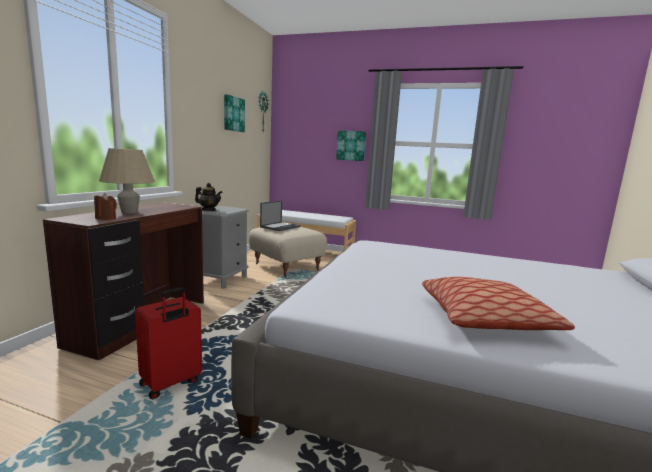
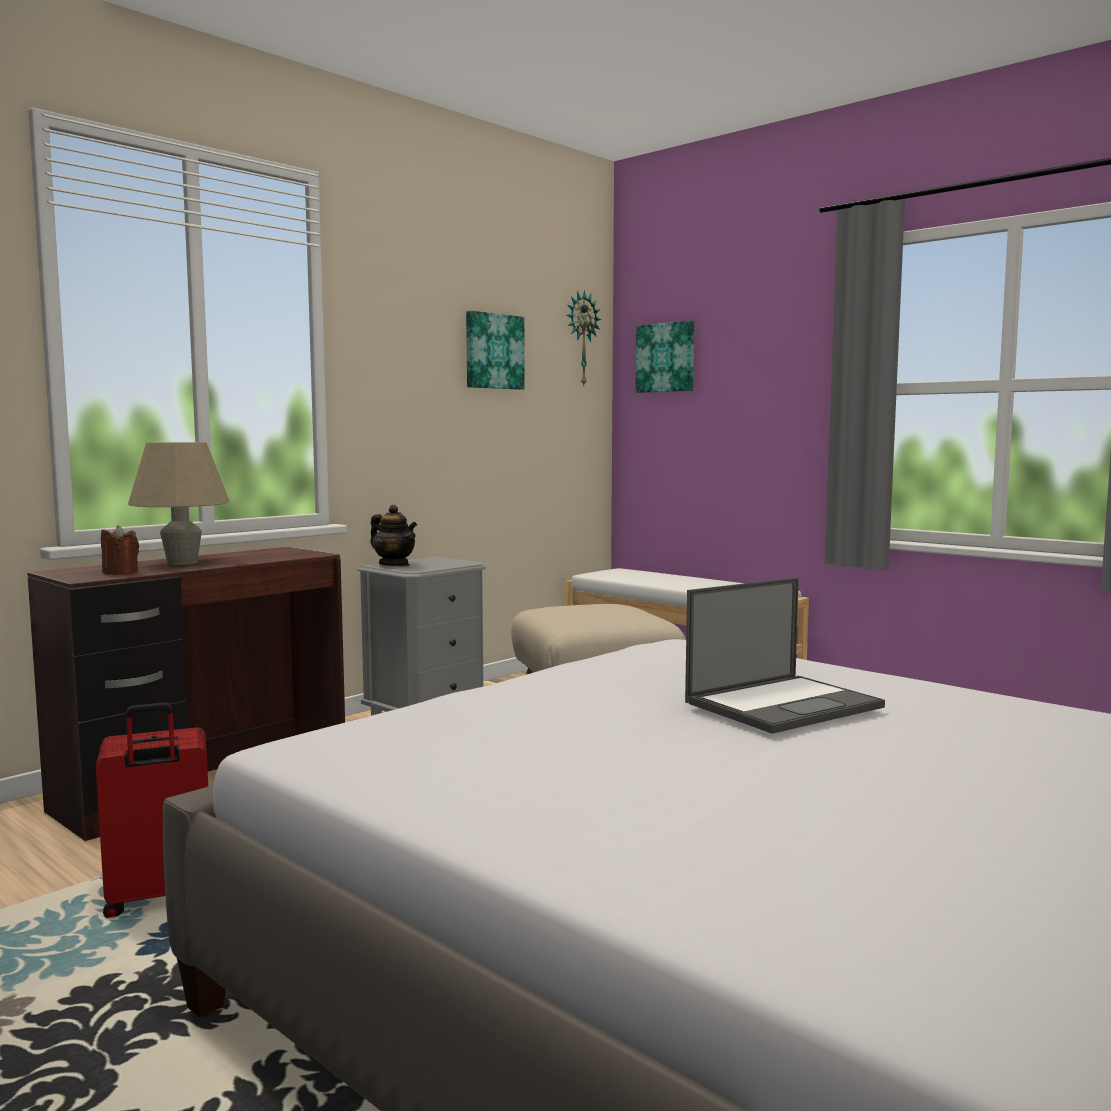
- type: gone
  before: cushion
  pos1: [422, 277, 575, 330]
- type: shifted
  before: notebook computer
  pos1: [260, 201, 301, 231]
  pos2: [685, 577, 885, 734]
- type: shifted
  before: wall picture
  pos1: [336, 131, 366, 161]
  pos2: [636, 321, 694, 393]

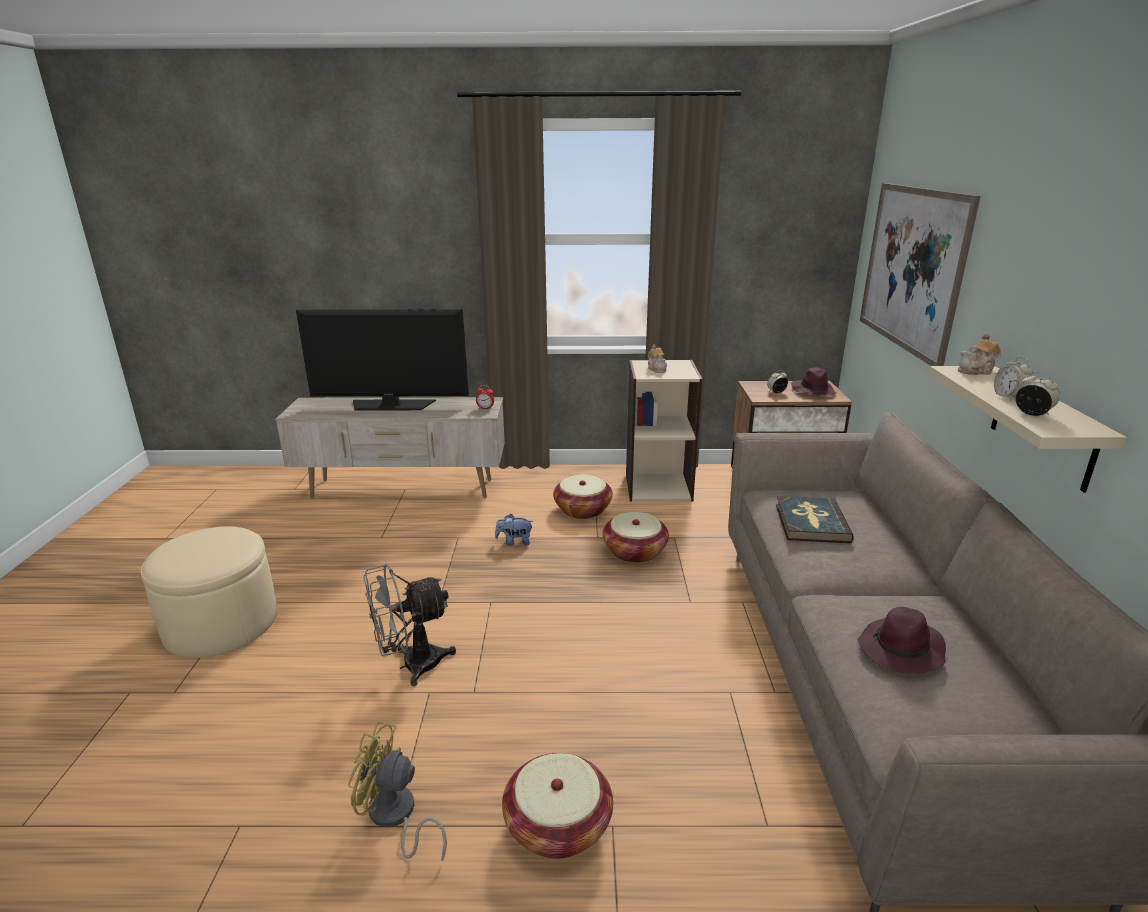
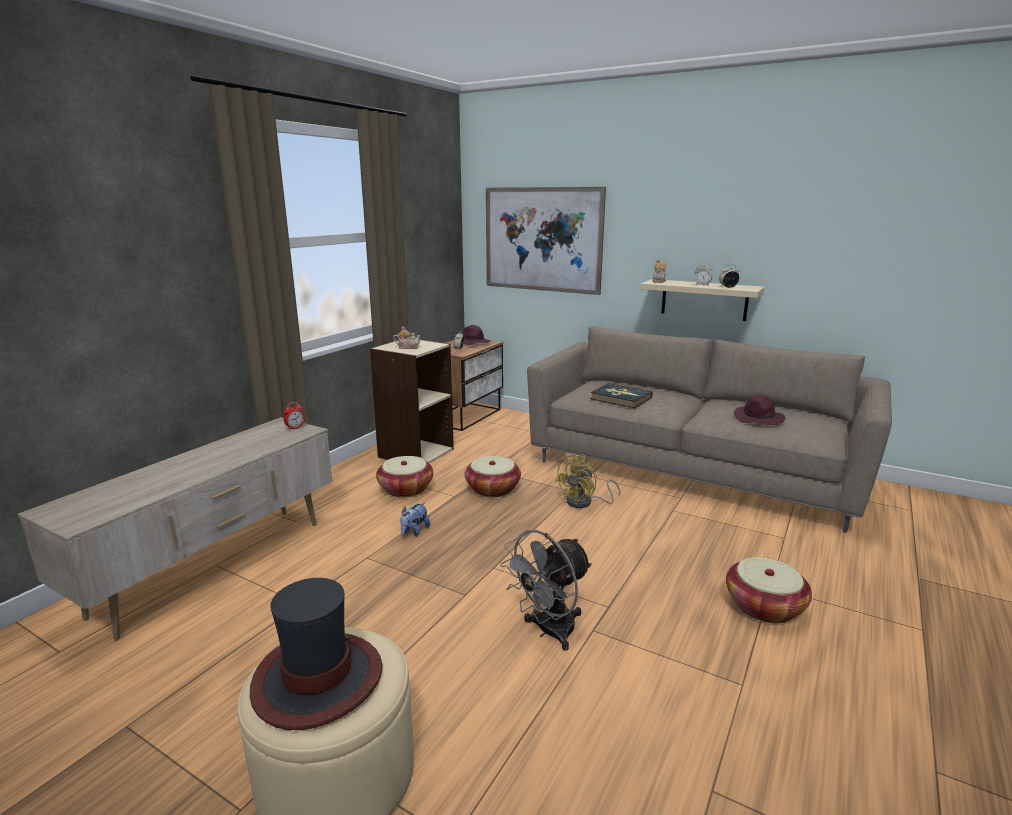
- type: gone
  before: TV
  pos1: [296, 309, 469, 411]
- type: new
  after: wearable hat
  pos2: [250, 578, 383, 730]
- type: shifted
  before: yellow cooling fan
  pos1: [348, 721, 447, 861]
  pos2: [555, 454, 621, 508]
- type: rotated
  before: gray cooling fan
  pos1: [363, 564, 456, 686]
  pos2: [500, 530, 592, 651]
  turn: 45

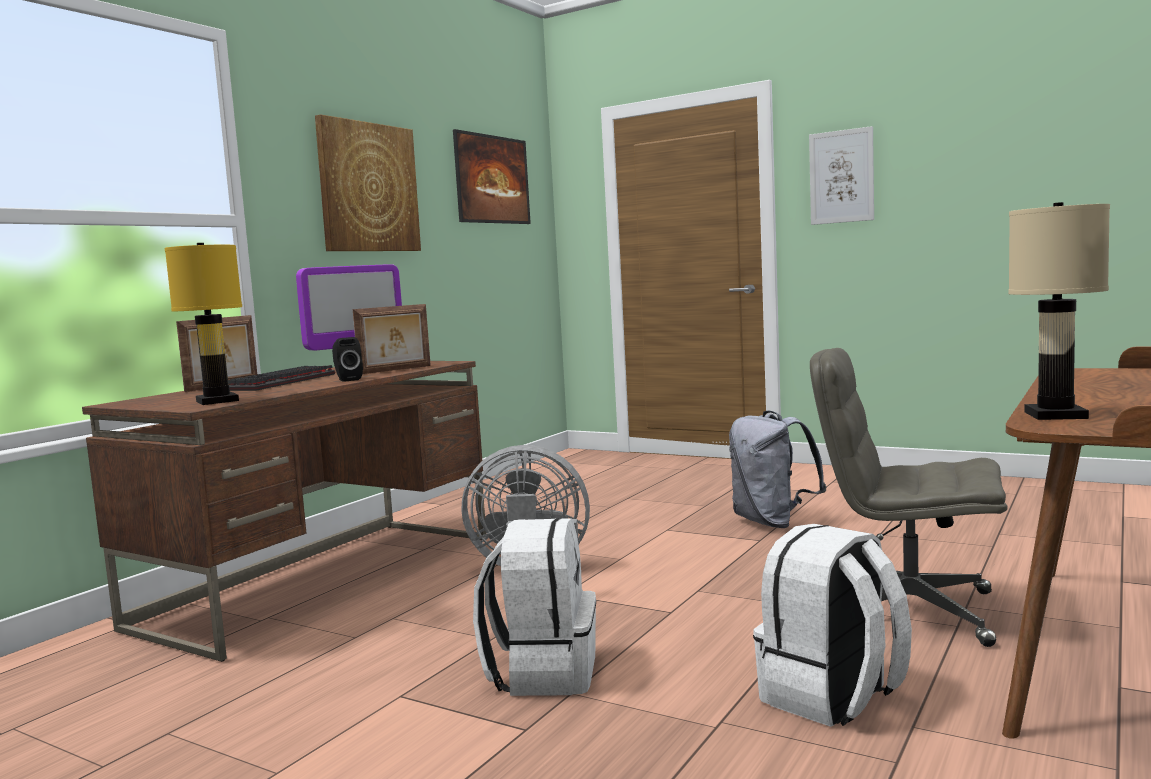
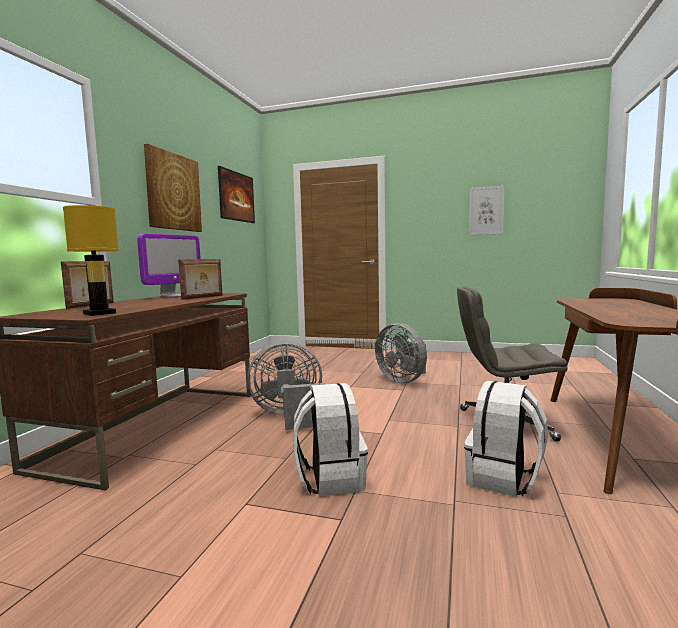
- type: gone
  before: keyboard
  pos1: [228, 365, 335, 391]
- type: gone
  before: black loudspeaker
  pos1: [332, 337, 363, 382]
- type: gone
  before: beige table lamp
  pos1: [1008, 202, 1110, 420]
- type: shifted
  before: wall picture
  pos1: [809, 126, 874, 225]
  pos2: [469, 186, 504, 235]
- type: swapped
  before: gray knapsack
  after: gray cooling fan
  pos1: [729, 411, 826, 528]
  pos2: [375, 323, 427, 383]

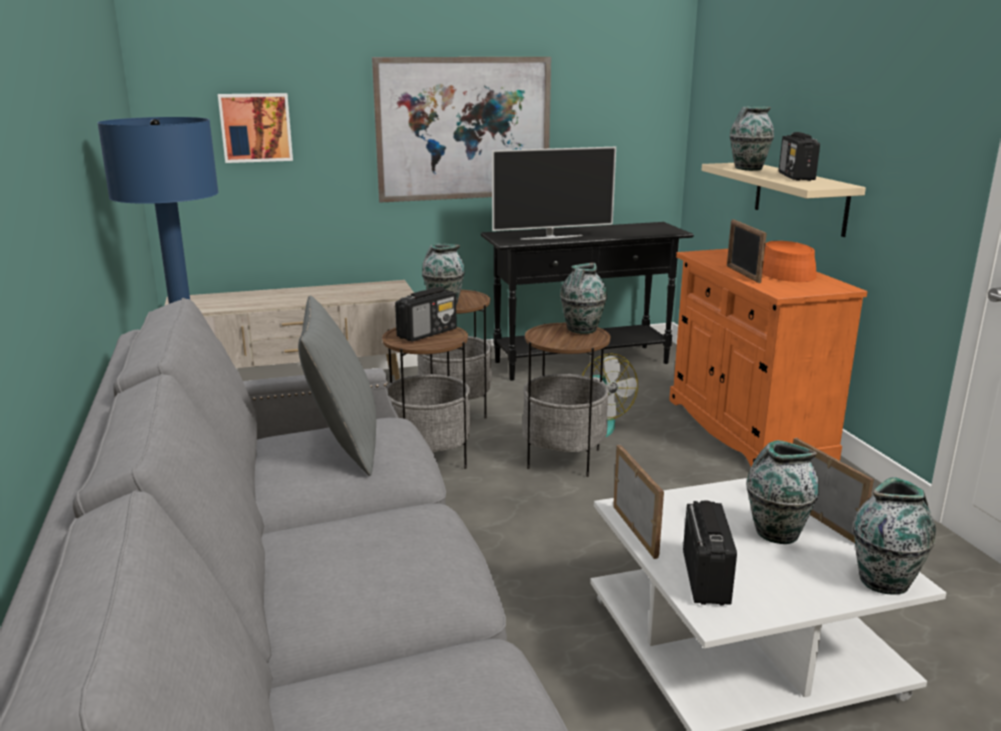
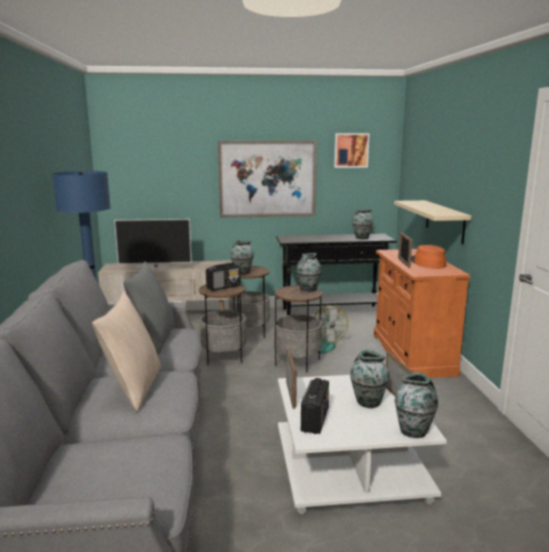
- type: gone
  before: radio set
  pos1: [779, 132, 820, 181]
- type: new
  after: beige cushion
  pos2: [92, 291, 161, 412]
- type: shifted
  before: wall picture
  pos1: [218, 93, 293, 163]
  pos2: [334, 133, 370, 168]
- type: shifted
  before: TV
  pos1: [492, 147, 616, 240]
  pos2: [114, 219, 192, 270]
- type: shifted
  before: flower vase
  pos1: [730, 106, 774, 171]
  pos2: [352, 209, 373, 239]

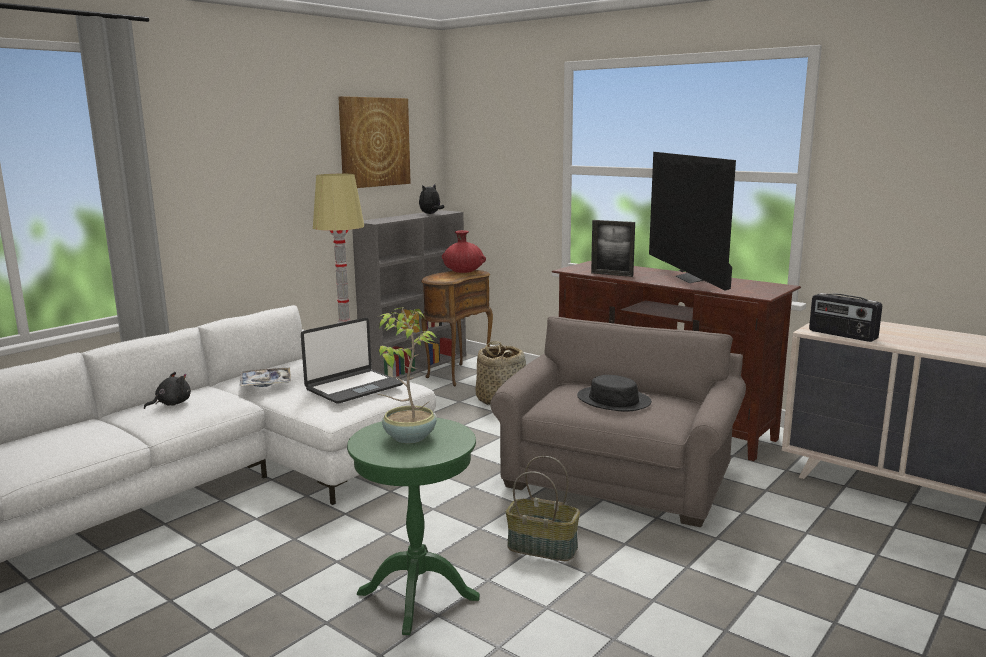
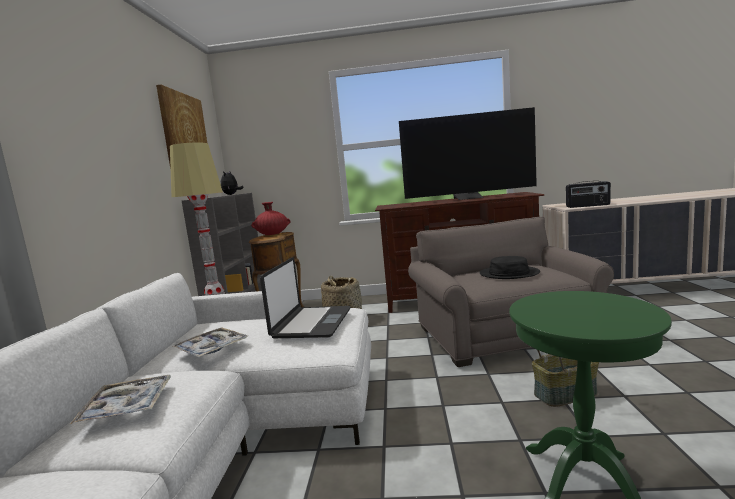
- type: gone
  before: plant in a pot
  pos1: [378, 307, 438, 443]
- type: gone
  before: photo frame
  pos1: [591, 220, 635, 277]
- type: swapped
  before: black soft toy
  after: tray
  pos1: [144, 372, 191, 409]
  pos2: [69, 375, 171, 425]
- type: rotated
  before: TV
  pos1: [649, 152, 736, 291]
  pos2: [399, 107, 537, 200]
  turn: -45

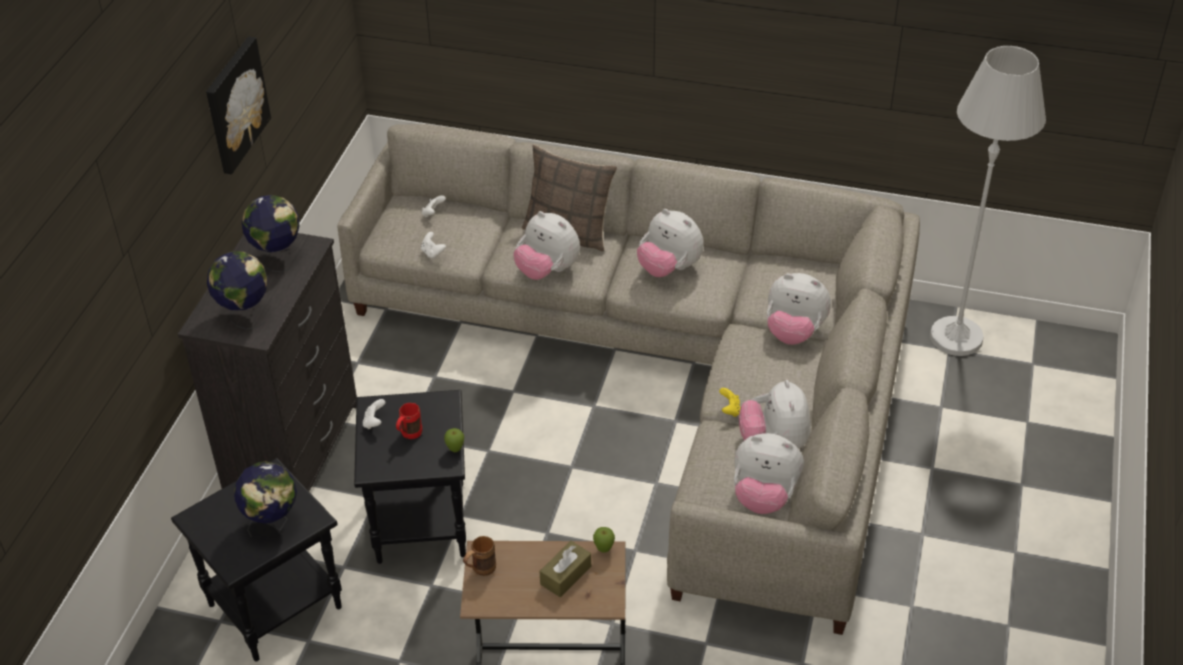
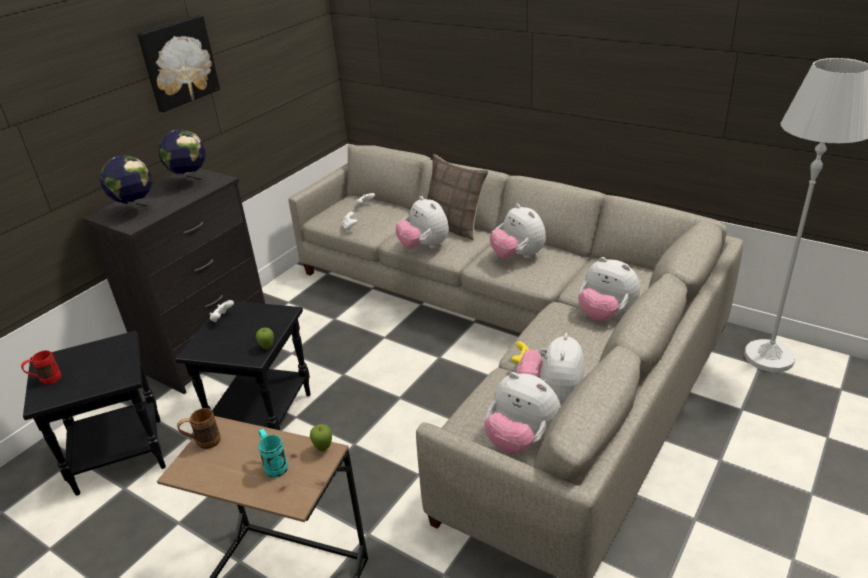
- type: gone
  before: desk globe
  pos1: [234, 462, 297, 537]
- type: shifted
  before: reddish tea mug
  pos1: [396, 403, 422, 439]
  pos2: [21, 350, 61, 385]
- type: swapped
  before: brownish box of tissues
  after: turquoise-coloured tea mug
  pos1: [540, 541, 591, 597]
  pos2: [258, 429, 288, 478]

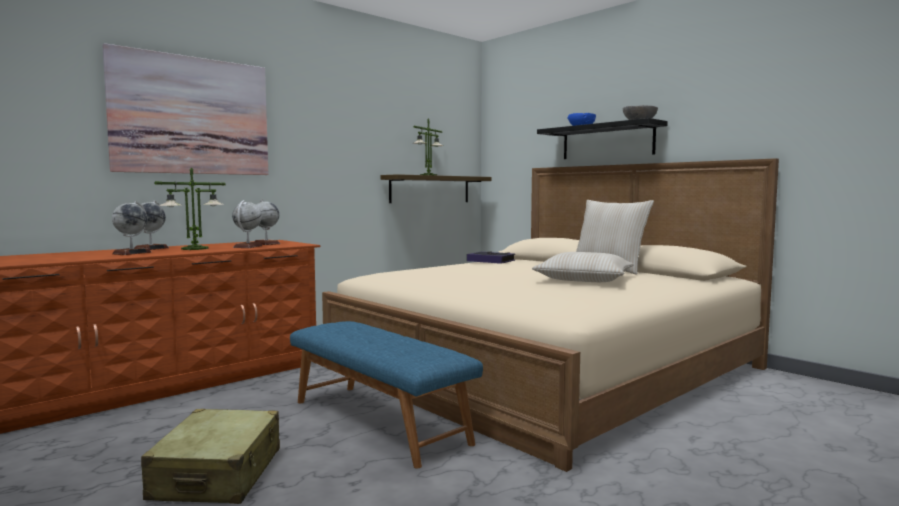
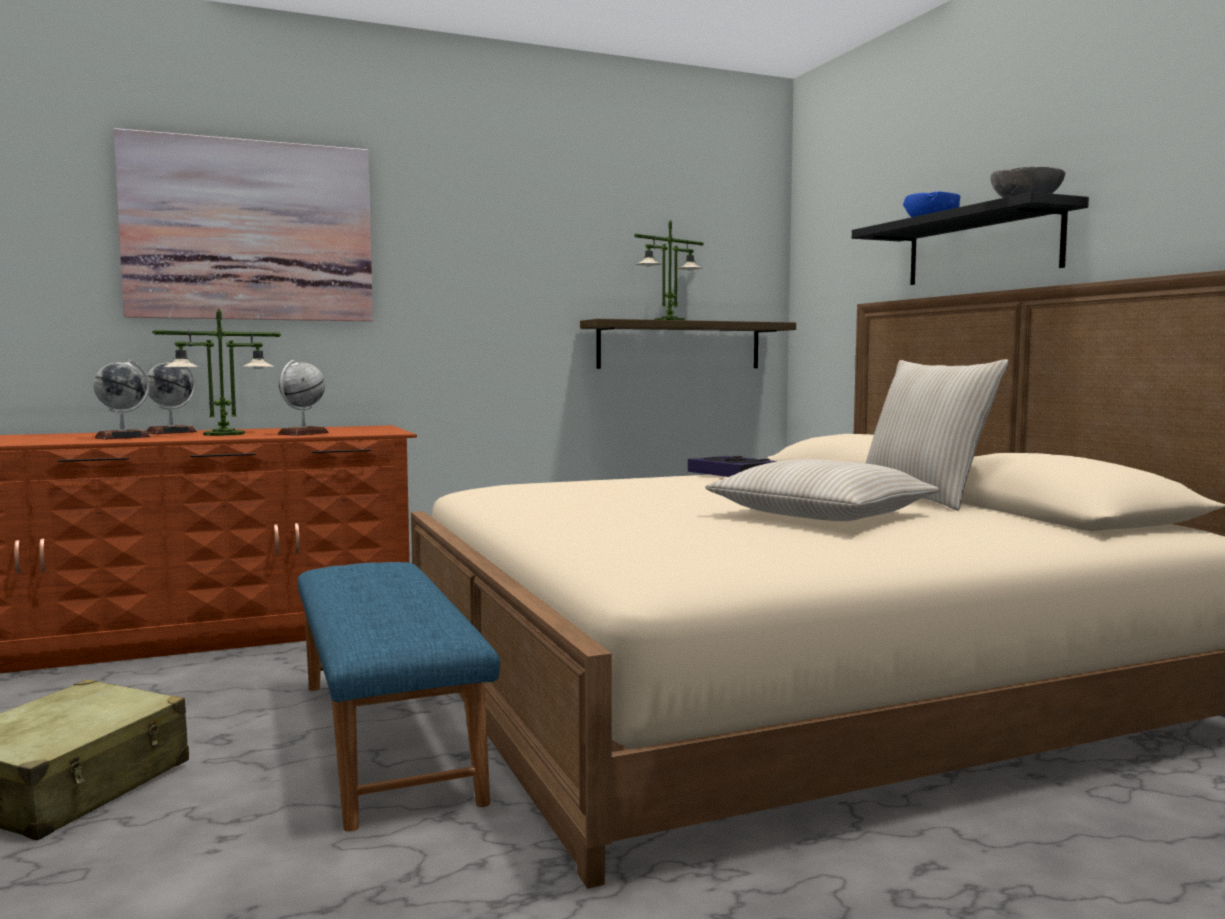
- type: gone
  before: desk globe
  pos1: [254, 200, 280, 245]

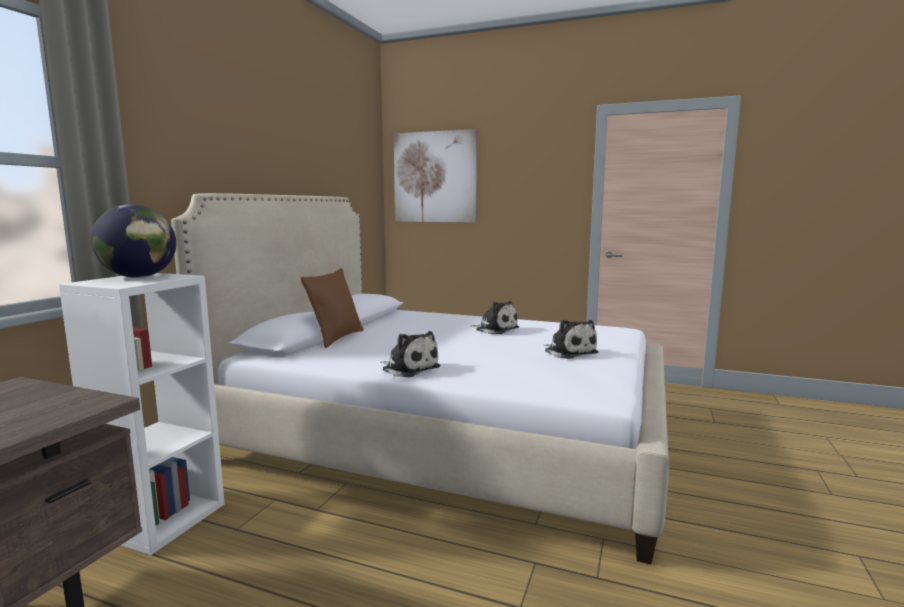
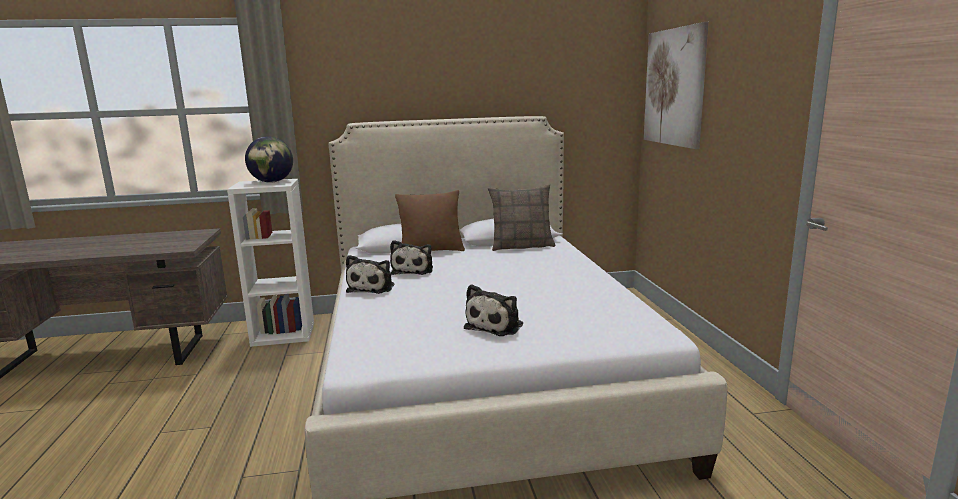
- type: new
  after: cushion
  pos2: [488, 184, 555, 251]
- type: shifted
  before: soft toy
  pos1: [470, 301, 519, 334]
  pos2: [390, 240, 433, 275]

